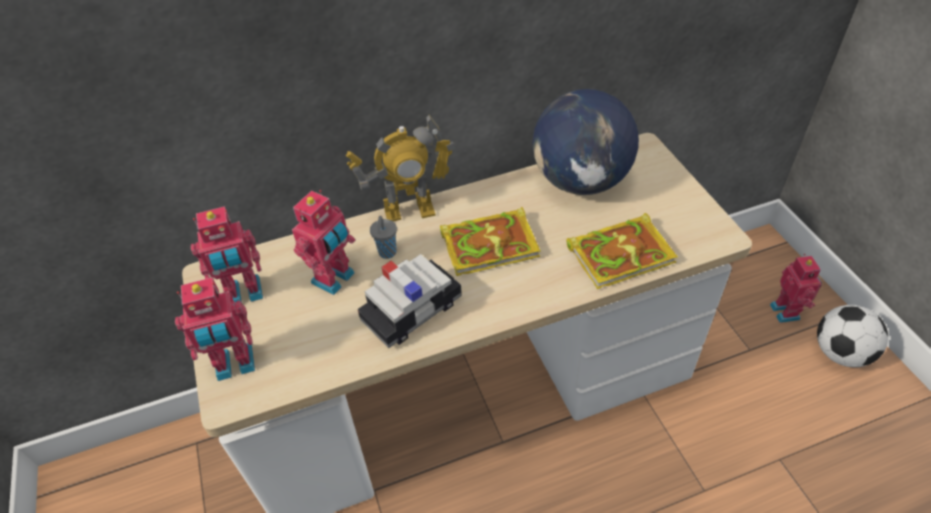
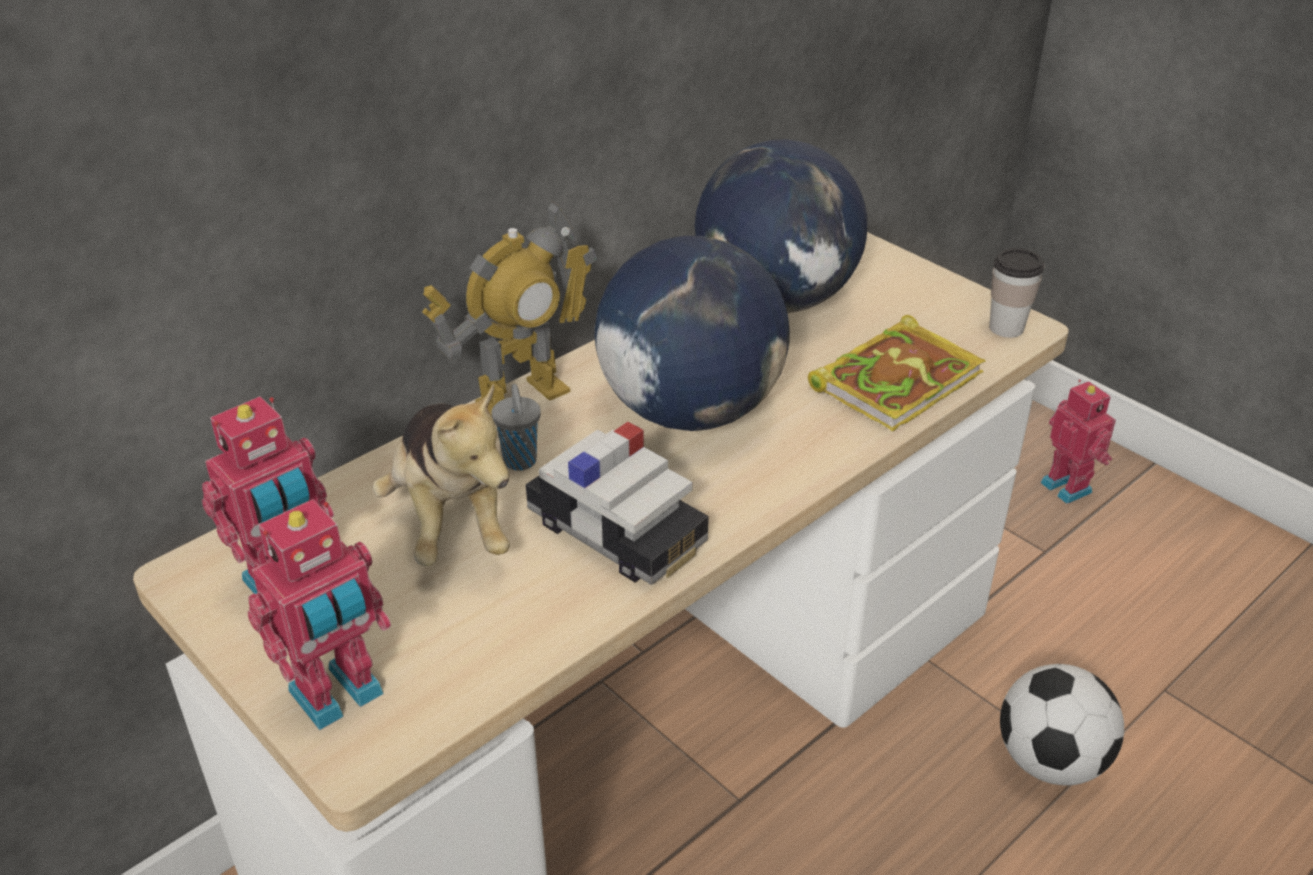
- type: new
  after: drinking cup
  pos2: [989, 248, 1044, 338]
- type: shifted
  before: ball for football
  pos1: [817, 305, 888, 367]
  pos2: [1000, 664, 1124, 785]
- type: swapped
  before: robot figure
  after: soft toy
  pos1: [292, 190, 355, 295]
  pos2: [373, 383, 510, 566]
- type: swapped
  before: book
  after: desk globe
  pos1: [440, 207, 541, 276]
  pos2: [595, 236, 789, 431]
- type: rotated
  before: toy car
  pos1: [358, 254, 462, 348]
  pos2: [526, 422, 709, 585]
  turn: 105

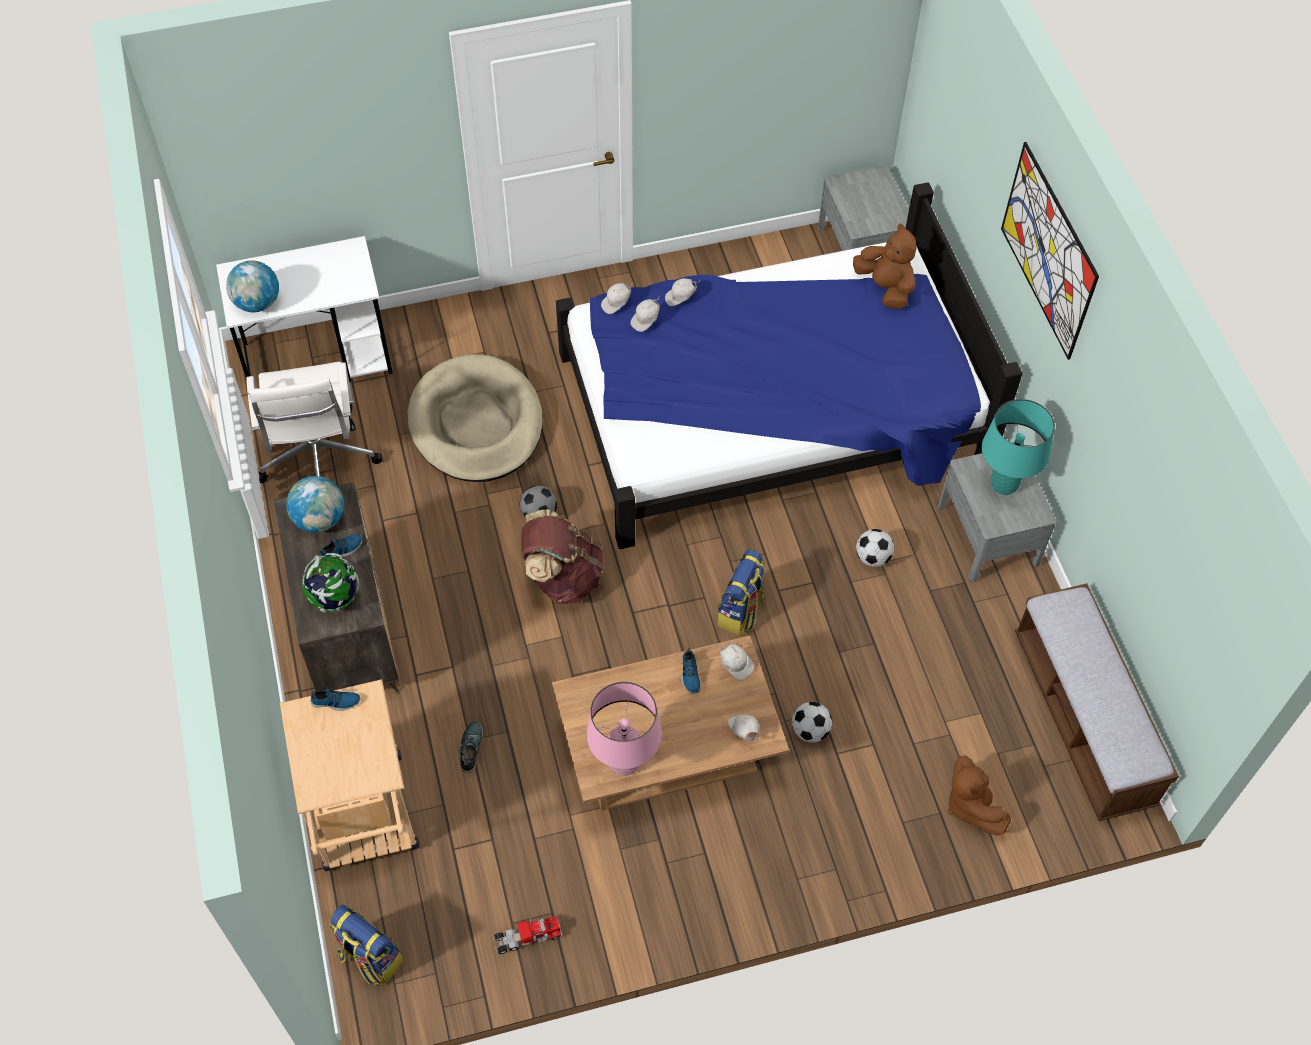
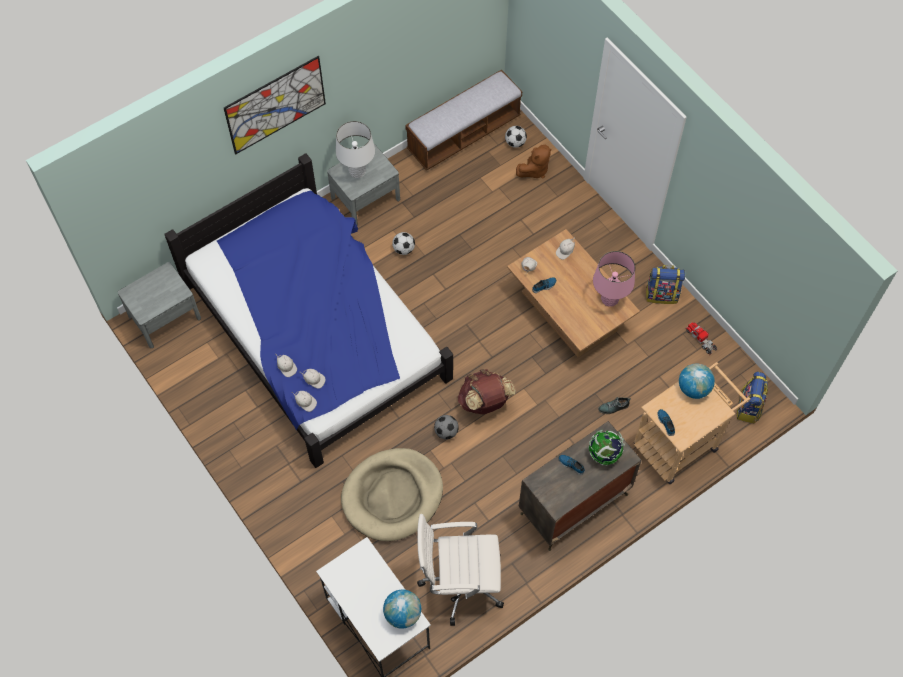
- type: gone
  before: brownish soft toy
  pos1: [853, 223, 917, 309]
- type: shifted
  before: desk globe
  pos1: [286, 476, 344, 533]
  pos2: [679, 363, 715, 399]
- type: shifted
  before: knapsack
  pos1: [717, 549, 766, 636]
  pos2: [646, 265, 685, 304]
- type: shifted
  before: ball for football
  pos1: [792, 702, 832, 743]
  pos2: [505, 126, 527, 148]
- type: repainted
  before: turquoise-coloured table lamp
  after: white table lamp
  pos1: [982, 399, 1055, 495]
  pos2: [336, 121, 375, 178]
- type: rotated
  before: white desk chair
  pos1: [246, 362, 383, 483]
  pos2: [417, 514, 504, 626]
  turn: -150

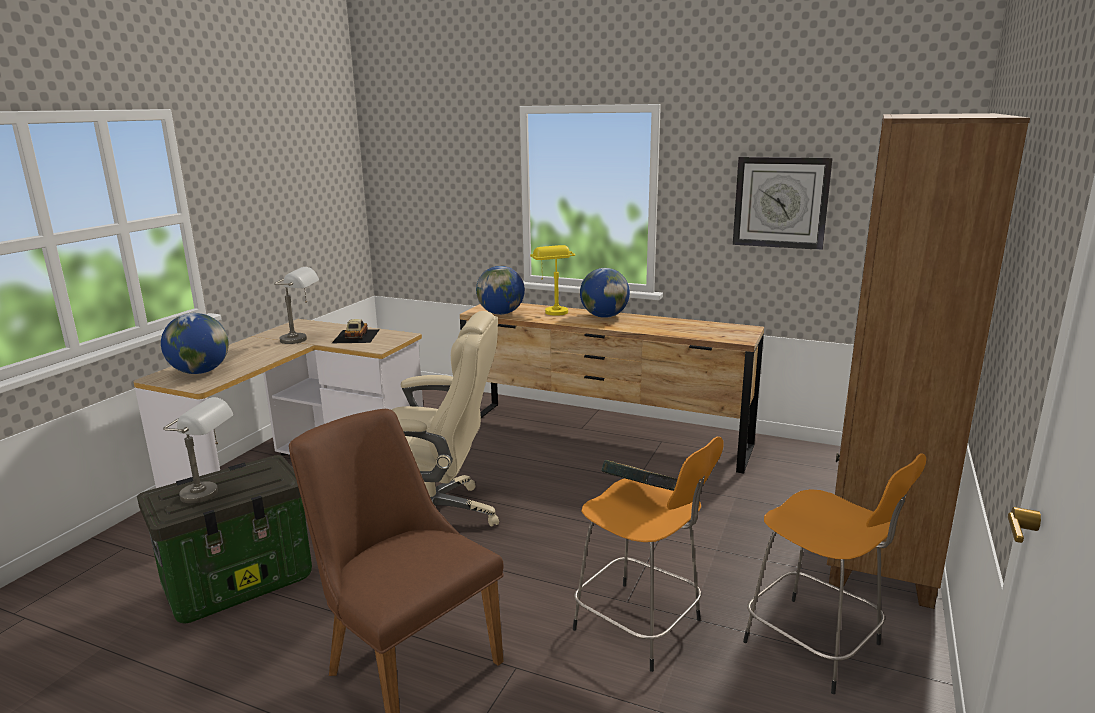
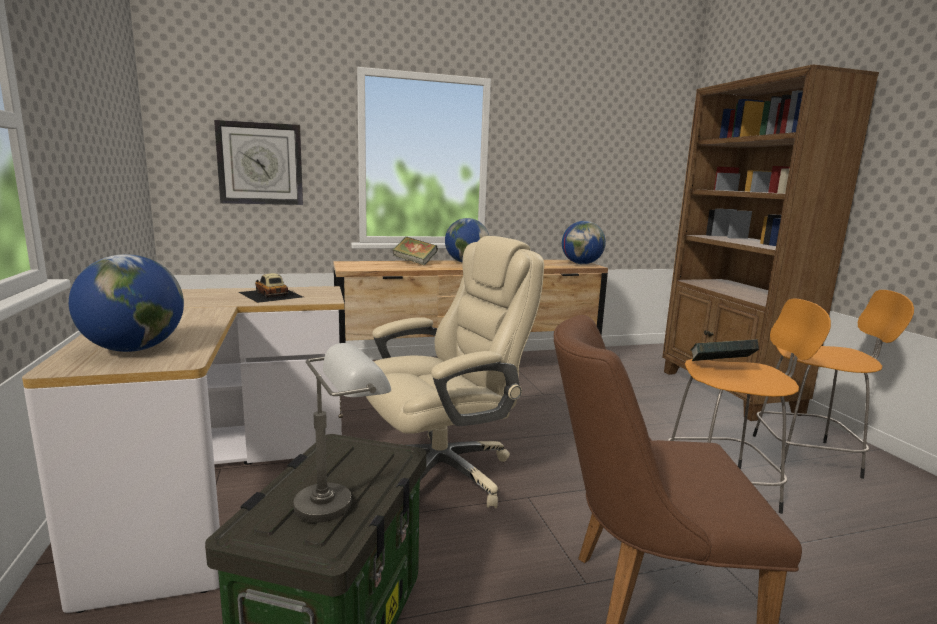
- type: gone
  before: gray table lamp
  pos1: [274, 267, 319, 344]
- type: shifted
  before: desk globe
  pos1: [476, 266, 525, 315]
  pos2: [562, 221, 606, 264]
- type: shifted
  before: hanging clock
  pos1: [733, 157, 833, 250]
  pos2: [214, 120, 303, 205]
- type: swapped
  before: yellow table lamp
  after: book
  pos1: [530, 245, 575, 316]
  pos2: [393, 237, 438, 266]

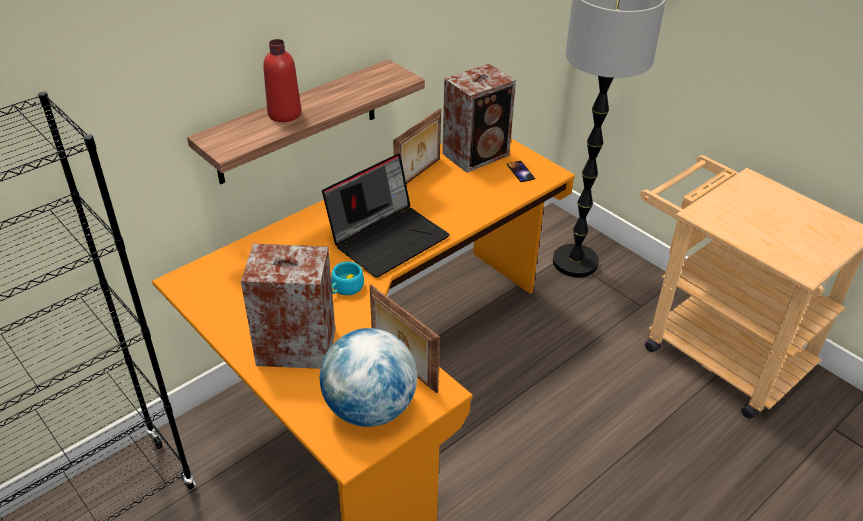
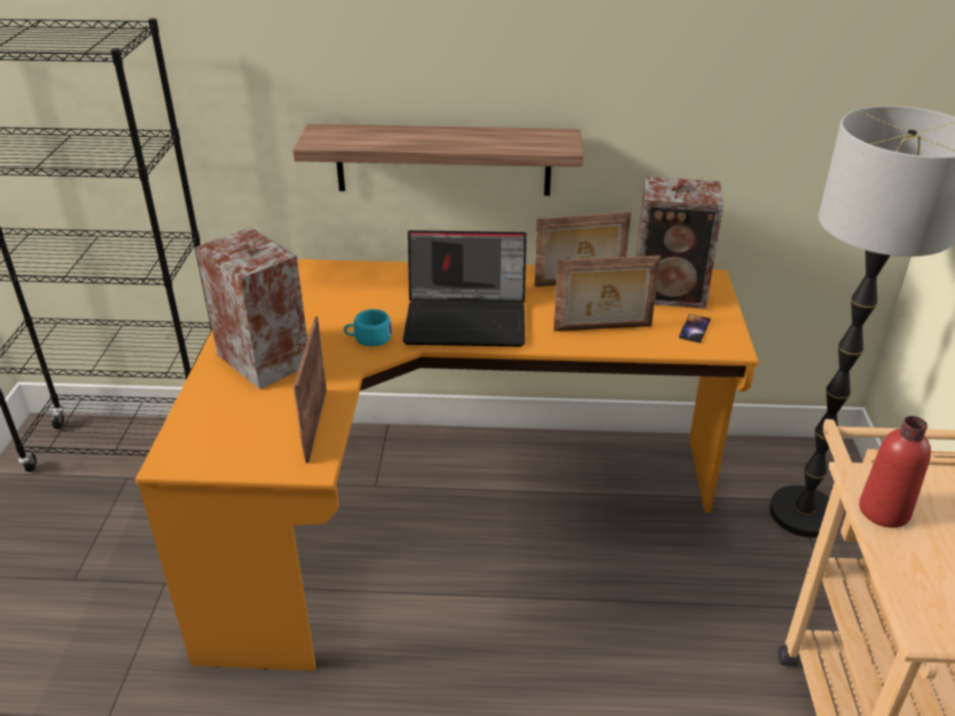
- type: gone
  before: desk globe
  pos1: [320, 328, 417, 427]
- type: new
  after: photo frame
  pos2: [553, 255, 661, 331]
- type: shifted
  before: reddish drink bottle
  pos1: [263, 39, 301, 122]
  pos2: [859, 416, 931, 528]

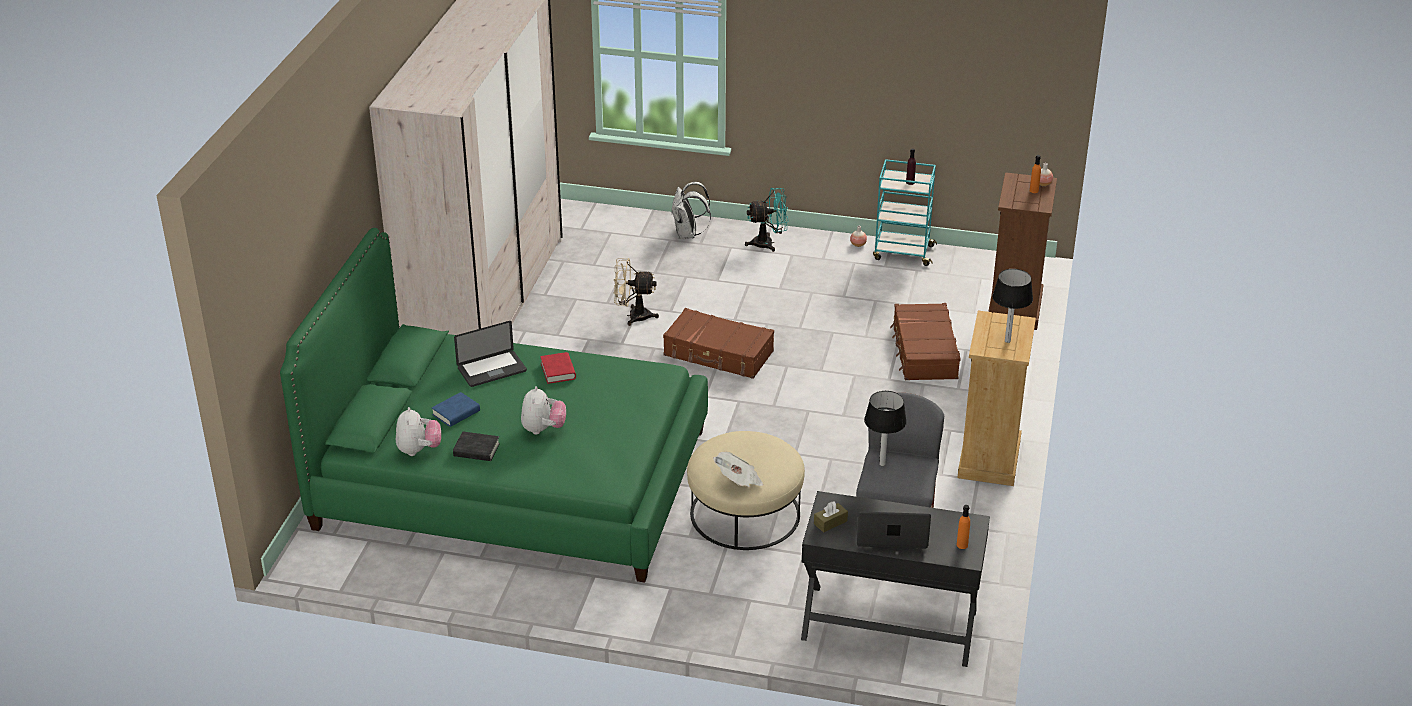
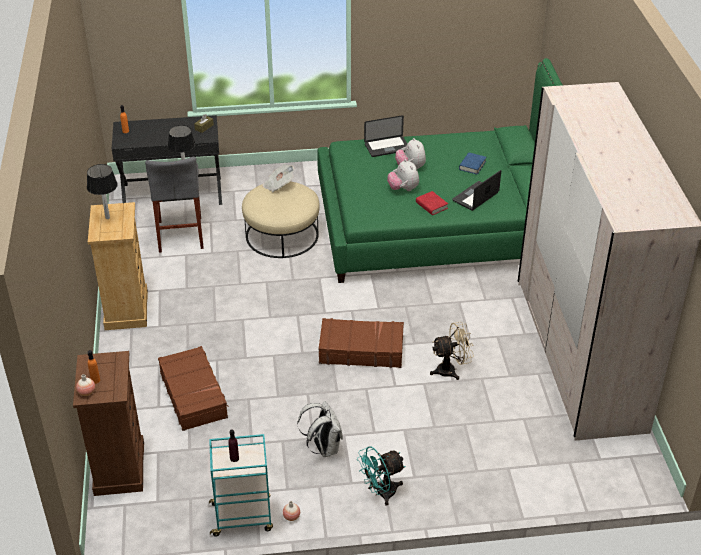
- type: gone
  before: black book
  pos1: [453, 431, 500, 461]
- type: shifted
  before: soft toy
  pos1: [396, 407, 441, 456]
  pos2: [387, 159, 419, 191]
- type: shifted
  before: white knapsack
  pos1: [671, 182, 711, 239]
  pos2: [297, 401, 343, 457]
- type: shifted
  before: notebook computer
  pos1: [856, 512, 931, 549]
  pos2: [364, 115, 407, 157]

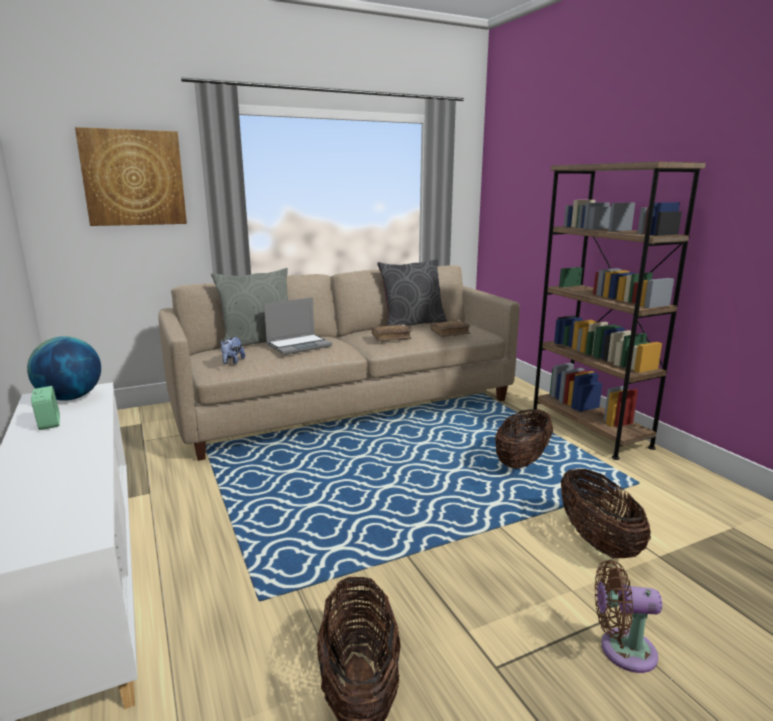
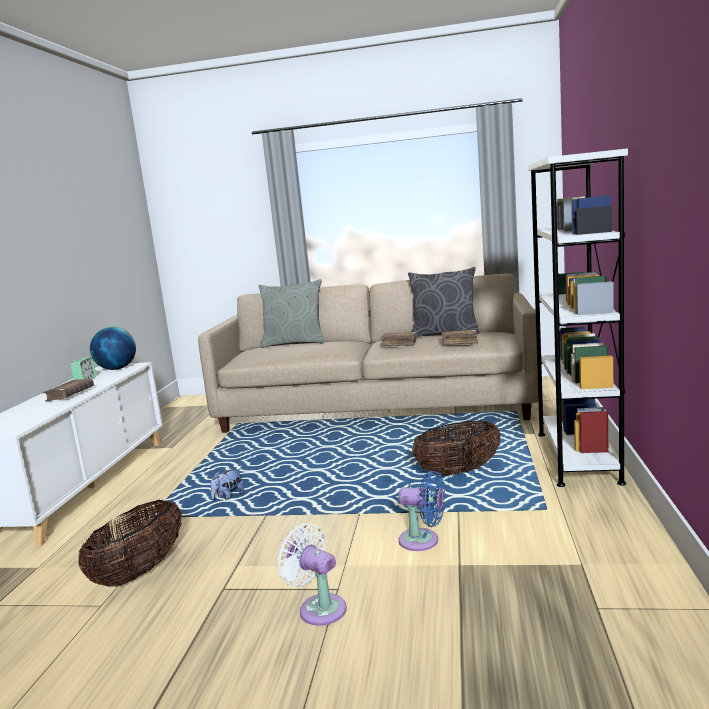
- type: gone
  before: wall picture
  pos1: [75, 127, 187, 226]
- type: gone
  before: notebook computer
  pos1: [264, 297, 332, 355]
- type: new
  after: brownish book
  pos2: [43, 379, 94, 402]
- type: shifted
  before: soft toy
  pos1: [221, 337, 245, 365]
  pos2: [210, 469, 245, 500]
- type: swapped
  before: household basket
  after: bluish cooling fan
  pos1: [561, 468, 651, 558]
  pos2: [398, 471, 445, 551]
- type: repainted
  before: brownish bookshelf
  after: white bookshelf
  pos1: [532, 162, 706, 460]
  pos2: [528, 148, 628, 487]
- type: repainted
  before: brownish cooling fan
  after: white cooling fan
  pos1: [595, 560, 662, 673]
  pos2: [276, 523, 346, 626]

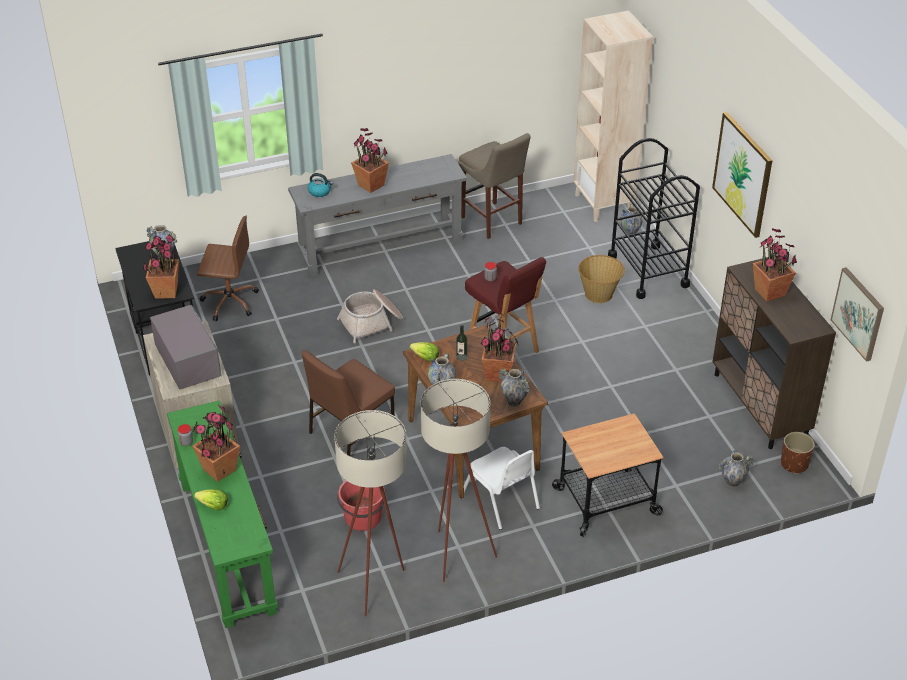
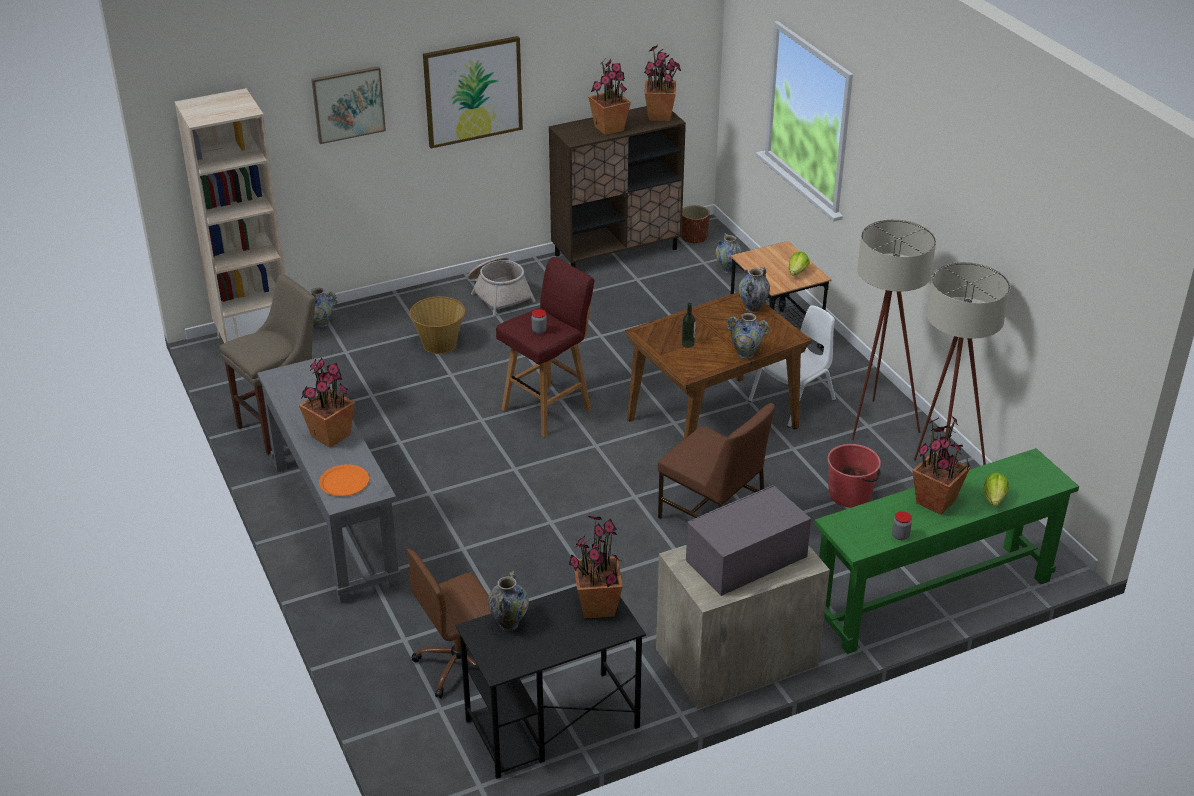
- type: gone
  before: black trolley
  pos1: [608, 138, 700, 299]
- type: shifted
  before: household basket
  pos1: [337, 289, 403, 343]
  pos2: [467, 256, 535, 315]
- type: shifted
  before: lettuce head
  pos1: [410, 342, 439, 362]
  pos2: [788, 251, 810, 275]
- type: shifted
  before: plant in a pot
  pos1: [480, 311, 518, 382]
  pos2: [644, 45, 681, 121]
- type: shifted
  before: wall picture
  pos1: [831, 267, 884, 362]
  pos2: [311, 66, 386, 144]
- type: swapped
  before: water kettle
  after: orange-coloured dinner plate
  pos1: [308, 173, 333, 197]
  pos2: [319, 464, 369, 496]
- type: rotated
  before: brownish desk chair
  pos1: [197, 216, 259, 322]
  pos2: [406, 549, 491, 698]
  turn: -120

